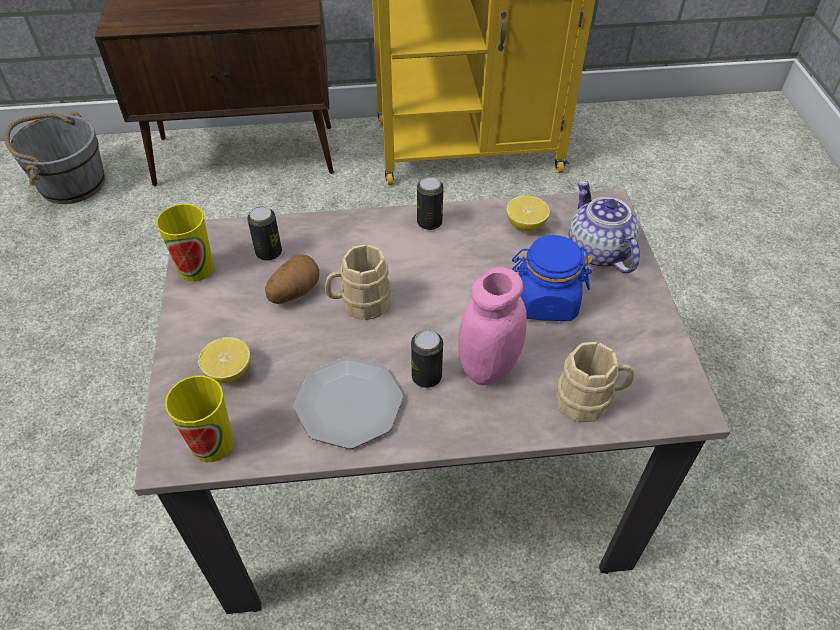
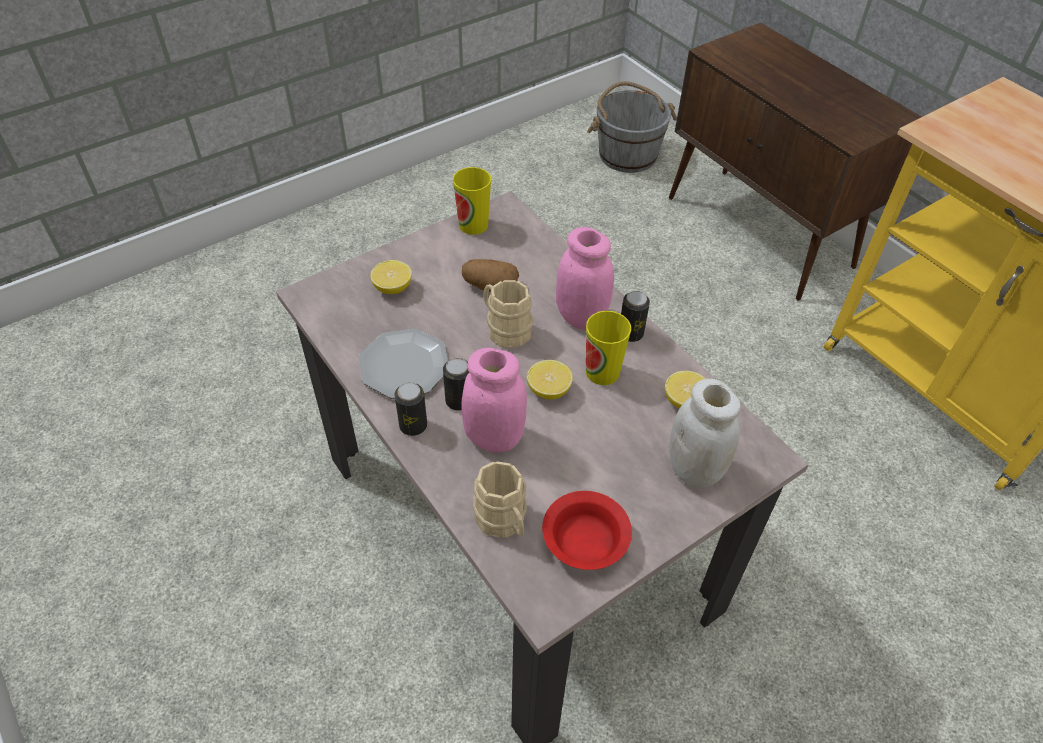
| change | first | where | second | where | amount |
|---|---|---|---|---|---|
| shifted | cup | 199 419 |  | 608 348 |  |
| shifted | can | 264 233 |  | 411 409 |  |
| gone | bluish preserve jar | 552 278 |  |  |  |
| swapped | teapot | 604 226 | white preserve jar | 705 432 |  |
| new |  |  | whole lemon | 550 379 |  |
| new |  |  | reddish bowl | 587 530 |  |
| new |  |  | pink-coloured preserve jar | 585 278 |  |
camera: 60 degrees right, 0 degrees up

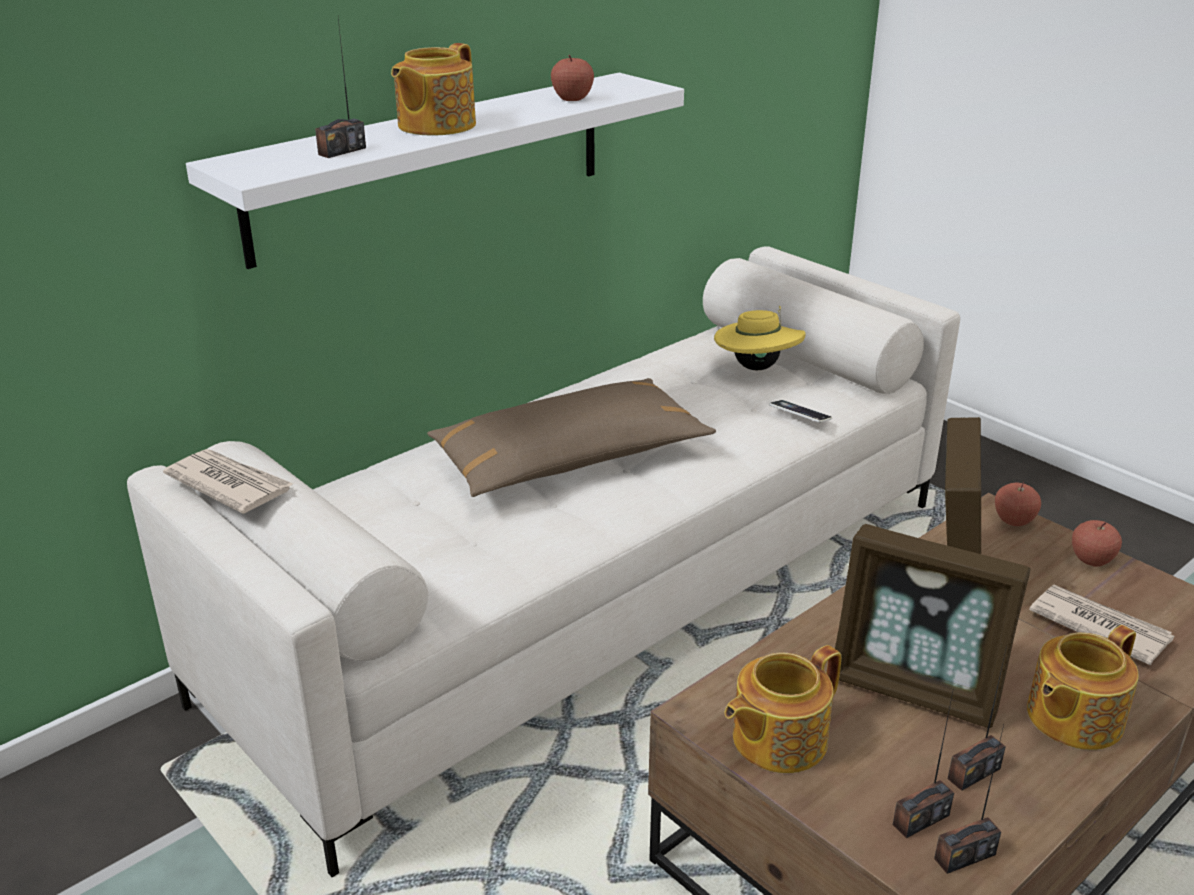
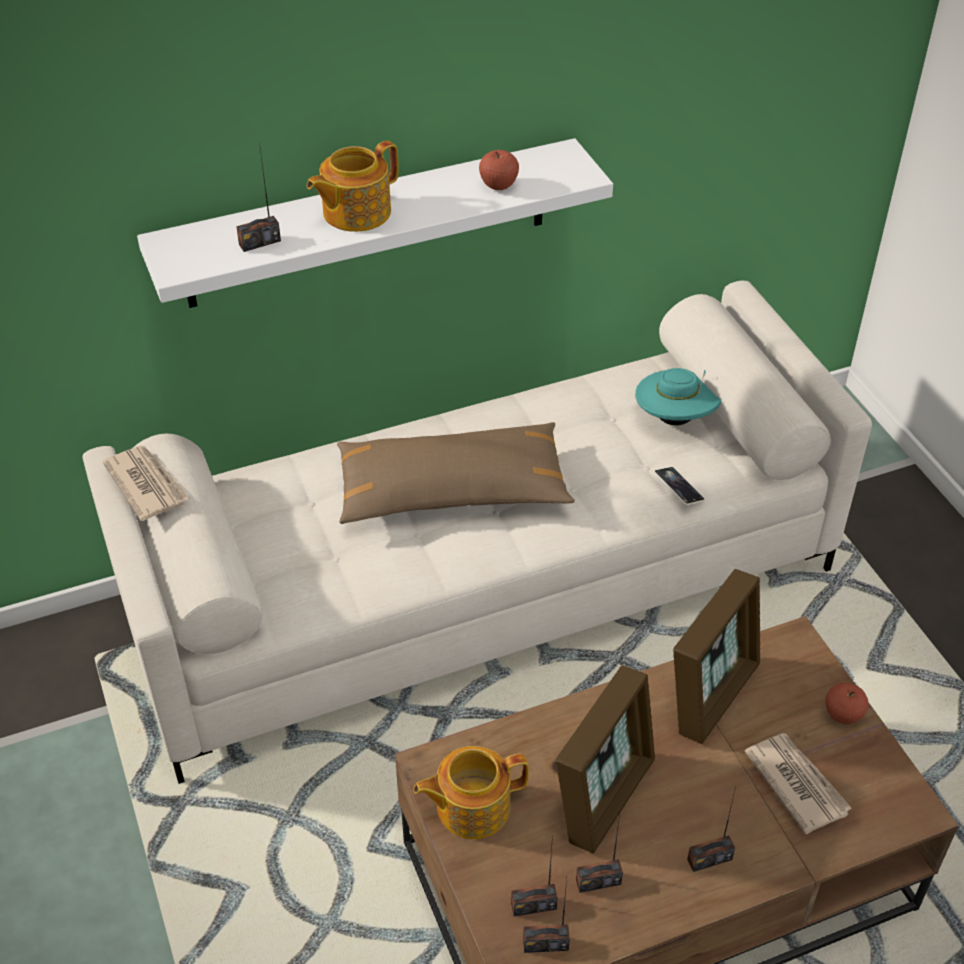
| change | first | where | second | where | amount |
|---|---|---|---|---|---|
| repainted | yellow clothing hat | 760 338 | turquoise clothing hat | 678 397 |  |
| rotated | standing frame | 933 626 |  | 605 759 | 105 degrees counterclockwise |
| gone | apple | 1018 504 |  |  |  |
| swapped | teapot | 1083 687 | radio set | 711 829 |  |
camera: 20 degrees right, 15 degrees up

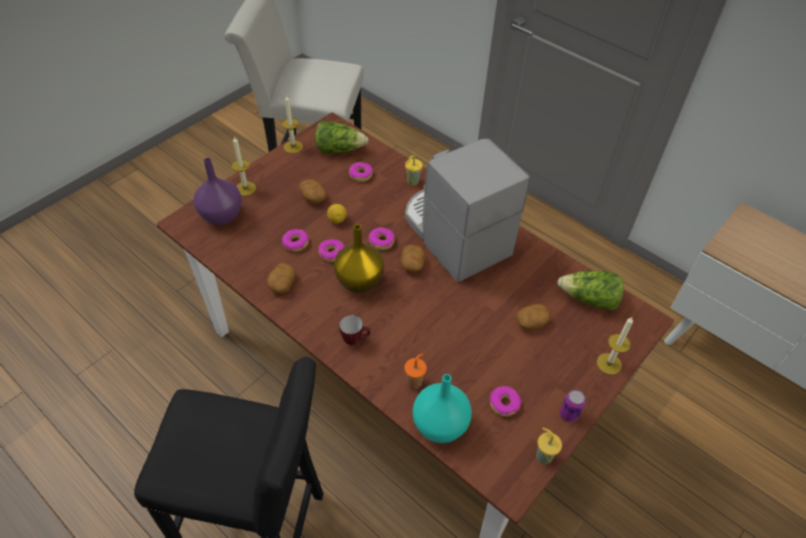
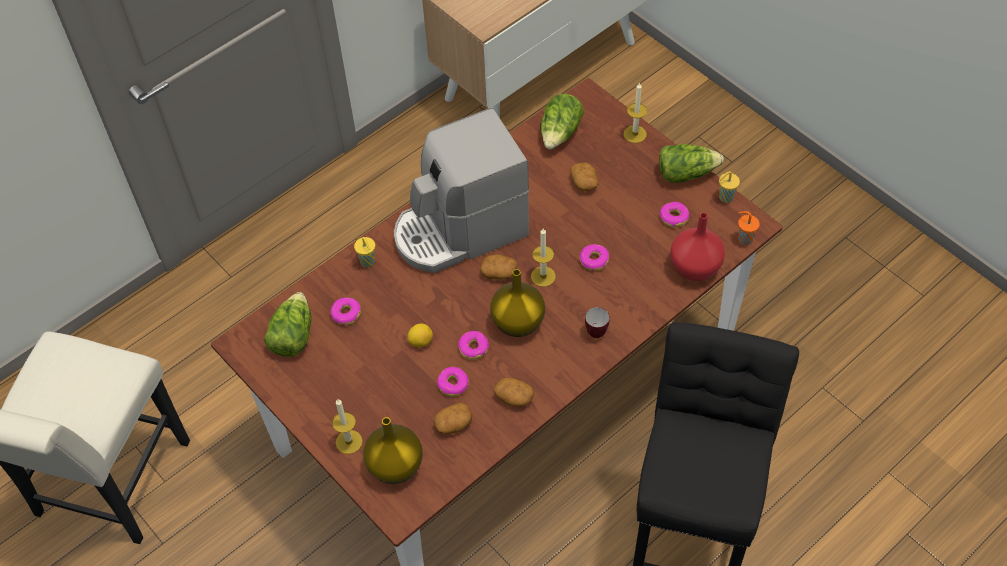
| change | first | where | second | where | amount |
|---|---|---|---|---|---|
| repainted | purple-coloured flower vase | 218 191 | yellow flower vase | 393 450 |  |
| shifted | candle | 292 124 |  | 543 257 |  |
| shifted | potato | 313 191 |  | 453 418 |  |
| shifted | doughnut | 381 238 |  | 594 257 |  |
| shifted | orange-coloured cup | 415 371 |  | 749 228 |  |
| repainted | turquoise flower vase | 442 408 | reddish flower vase | 697 246 |  |
| swapped | can | 573 406 | head of lettuce | 691 163 |  |
camera: 80 degrees left, 5 degrees up

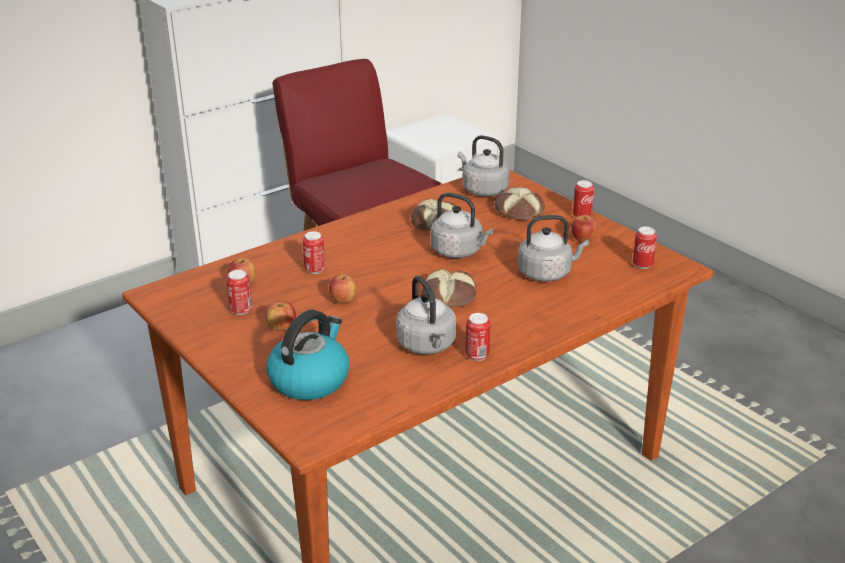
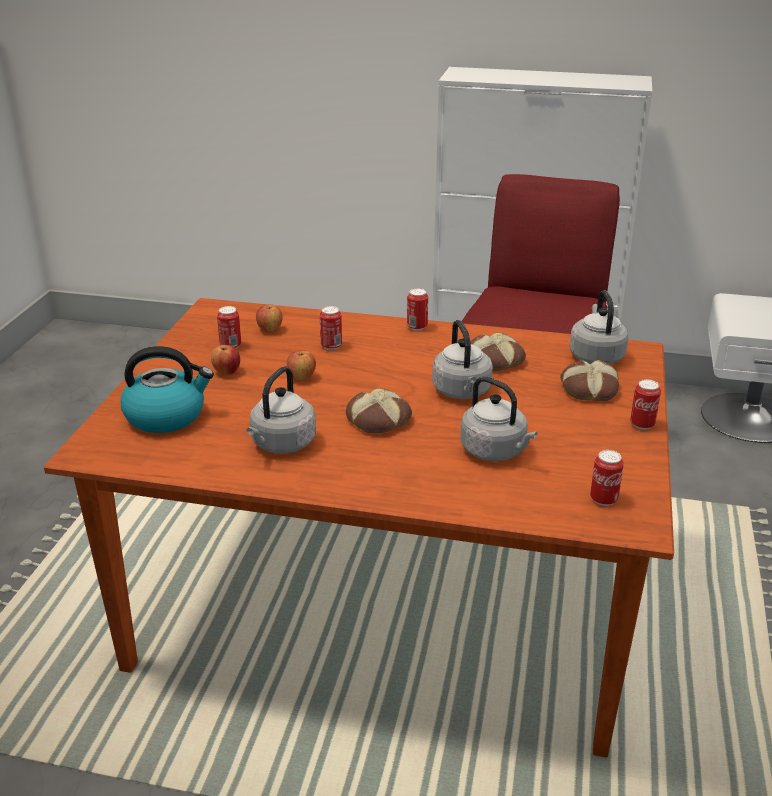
| change | first | where | second | where | amount |
|---|---|---|---|---|---|
| shifted | can | 478 337 |  | 417 309 |  |
| gone | apple | 584 228 |  |  |  |
camera: 50 degrees right, 0 degrees up

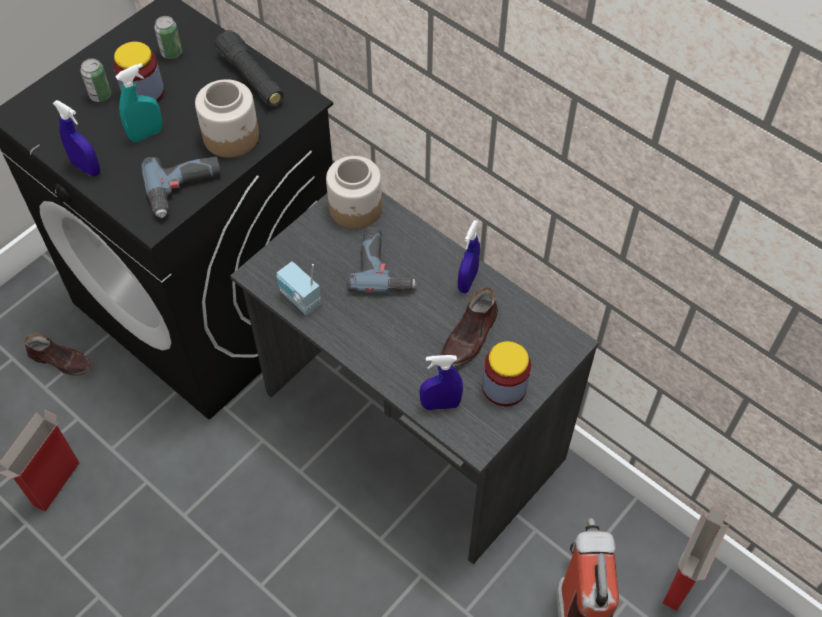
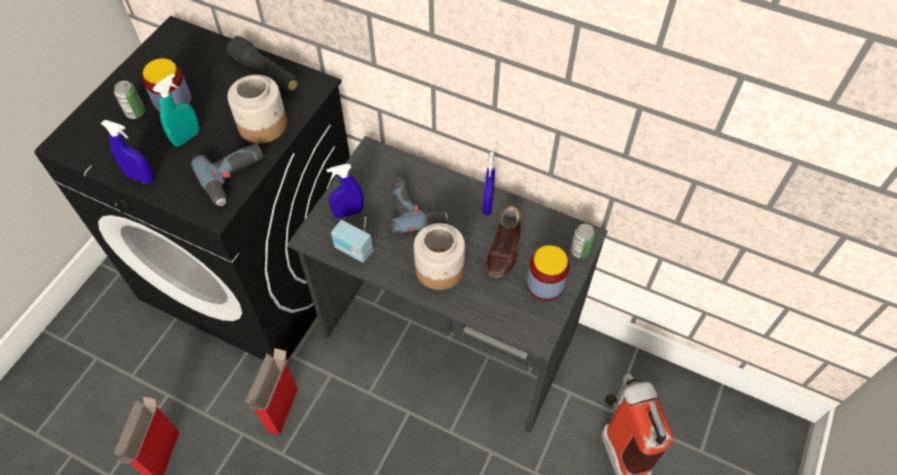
| change | first | where | second | where | amount |
|---|---|---|---|---|---|
| gone | brown-coloured low shoe | 58 354 |  |  |  |
| shifted | can | 168 37 |  | 583 241 |  |
| shifted | preserve jar | 354 192 |  | 439 256 |  |
| shifted | bluish spray bottle | 441 382 |  | 344 191 |  |
| shifted | packing box | 695 559 |  | 272 391 |  |
camera: 15 degrees left, 0 degrees up

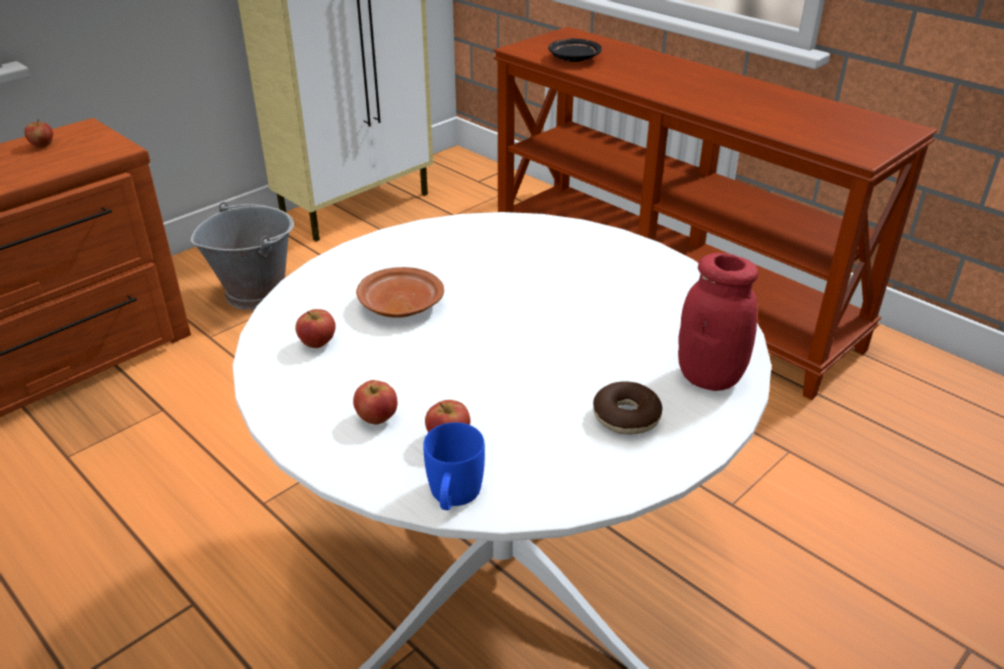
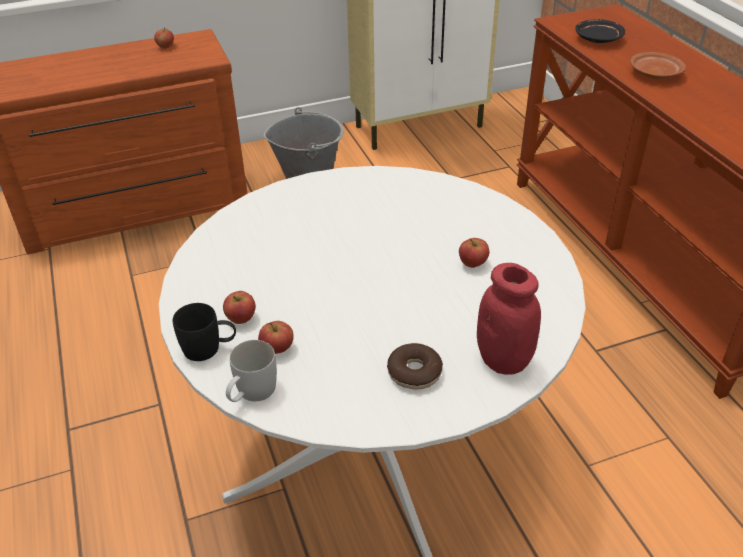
| change | first | where | second | where | amount |
|---|---|---|---|---|---|
| shifted | apple | 315 328 |  | 474 253 |  |
| shifted | brown-coloured dinner plate | 400 292 |  | 658 65 |  |
| repainted | bluish tea mug | 454 466 | white tea mug | 251 371 |  |
| new |  |  | black-coloured tea mug | 204 332 |  |
camera: 25 degrees right, 5 degrees up

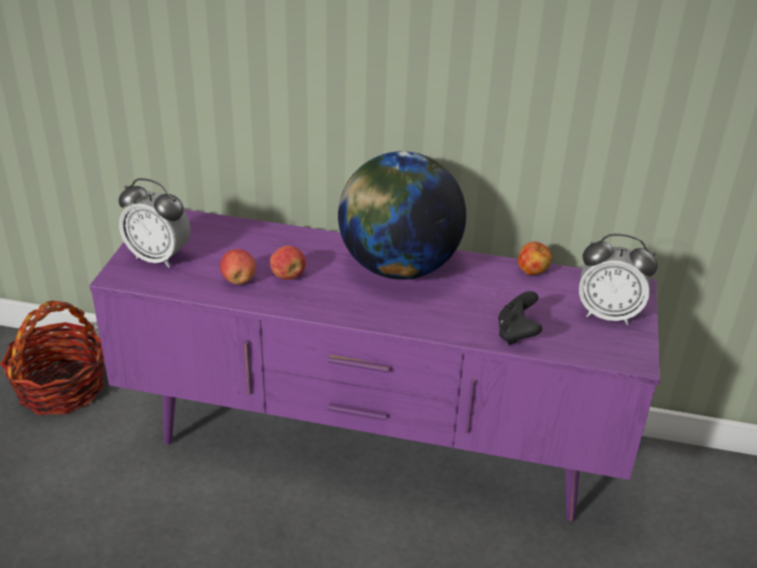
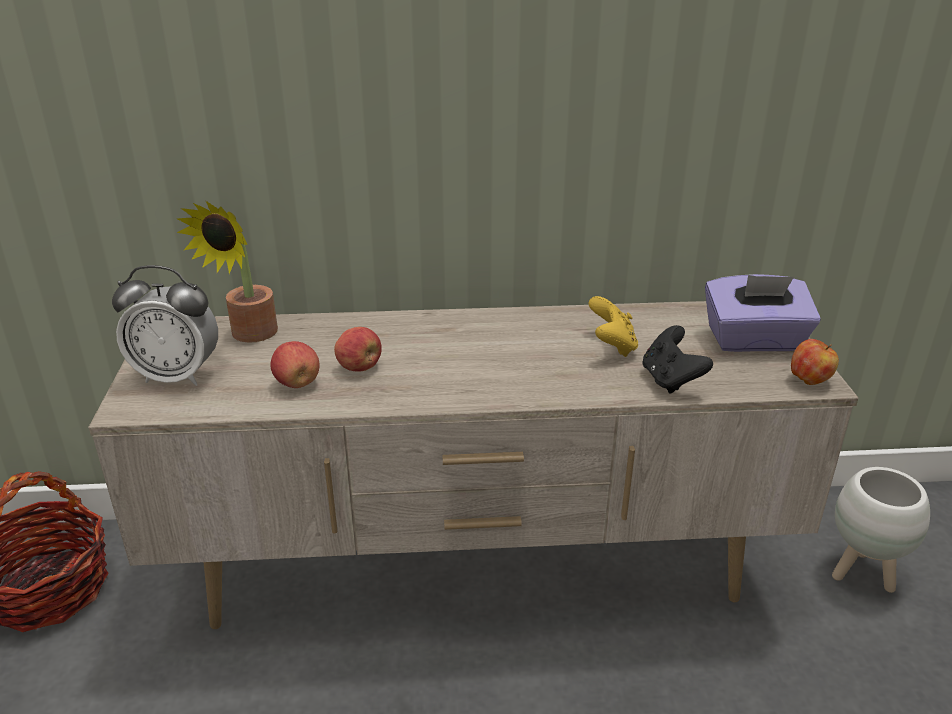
| change | first | where | second | where | amount |
|---|---|---|---|---|---|
| repainted | purple-coloured media console | 374 365 | beige media console | 473 465 |  |
| gone | globe | 402 215 |  |  |  |
| shifted | apple | 535 258 |  | 815 362 |  |
| swapped | table clock | 618 279 | purple-coloured tissue holder | 763 313 |  |
| new |  |  | potted plant | 227 272 |  |
| new |  |  | yellow joypad | 613 326 |  |
| new |  |  | white flower pot | 881 530 |  |
camera: 15 degrees left, 5 degrees down

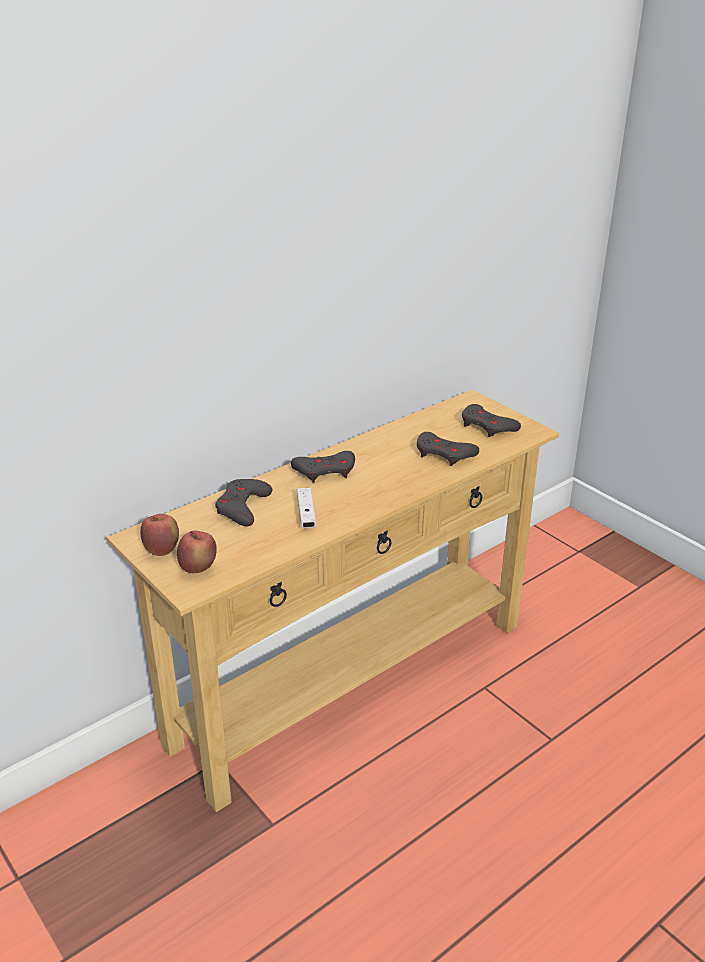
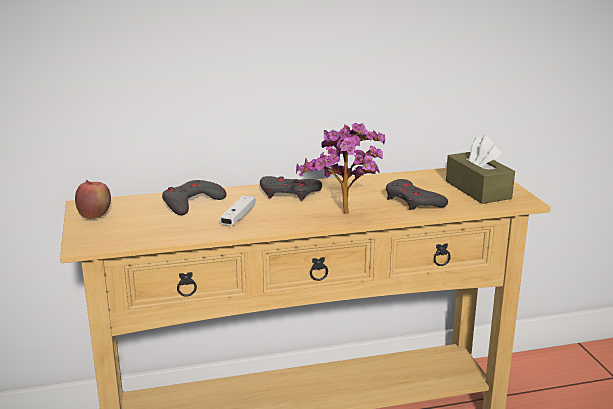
| change | first | where | second | where | amount |
|---|---|---|---|---|---|
| gone | apple | 197 552 |  |  |  |
| swapped | gray joypad | 491 420 | brown-coloured tissue holder | 480 169 |  |
| new |  |  | potted plant | 340 168 |  |
camera: 25 degrees right, 10 degrees down

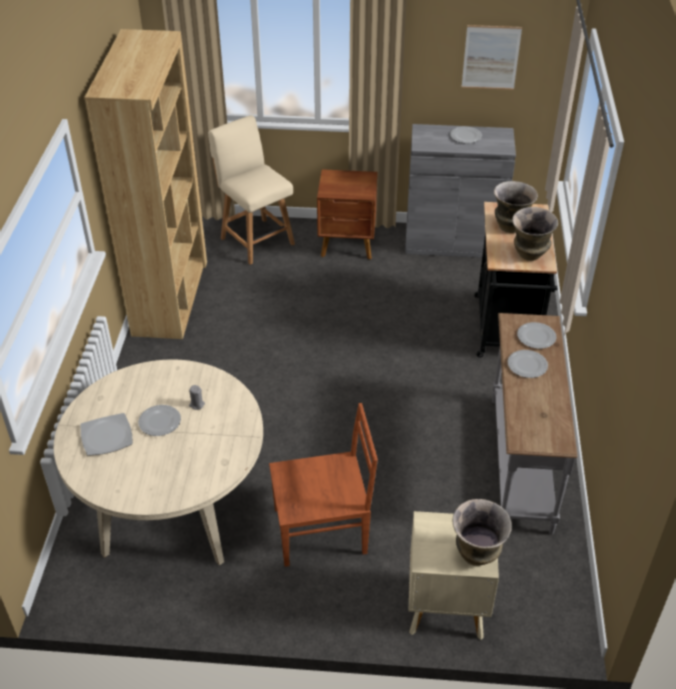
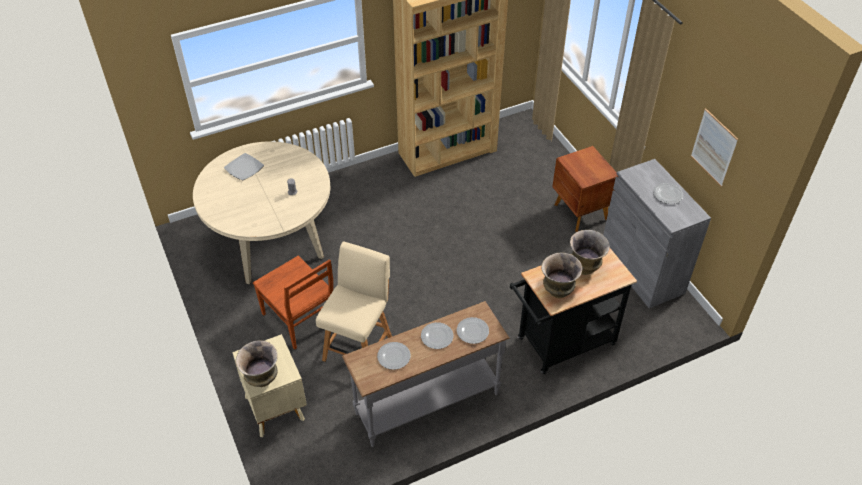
| change | first | where | second | where | amount |
|---|---|---|---|---|---|
| shifted | dinner plate | 159 420 |  | 394 356 |  |
| shifted | beige upright chair | 251 190 |  | 353 302 |  |
camera: 60 degrees right, 5 degrees up

